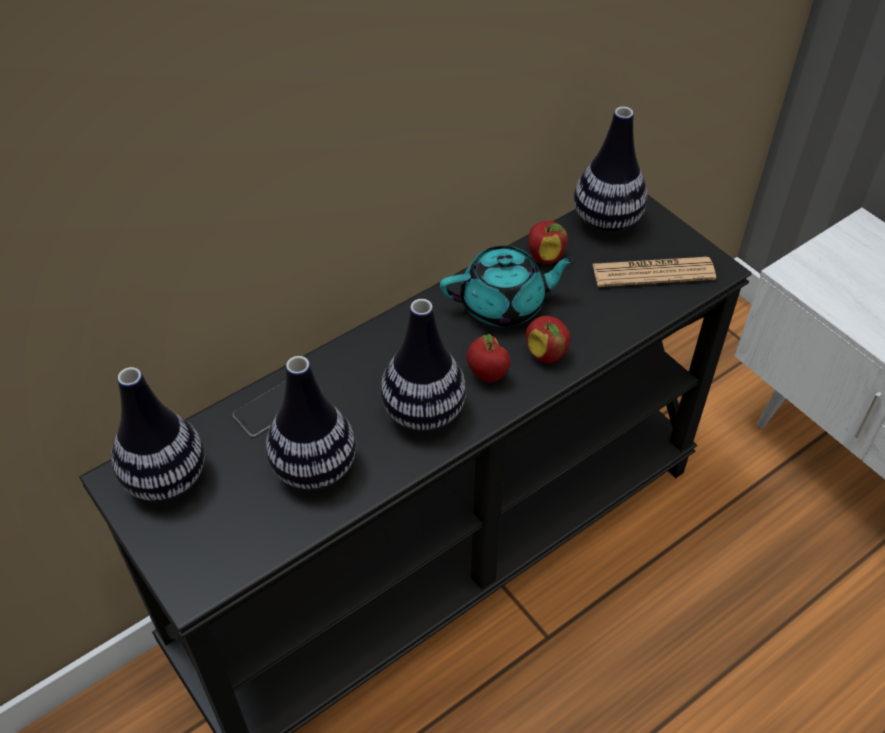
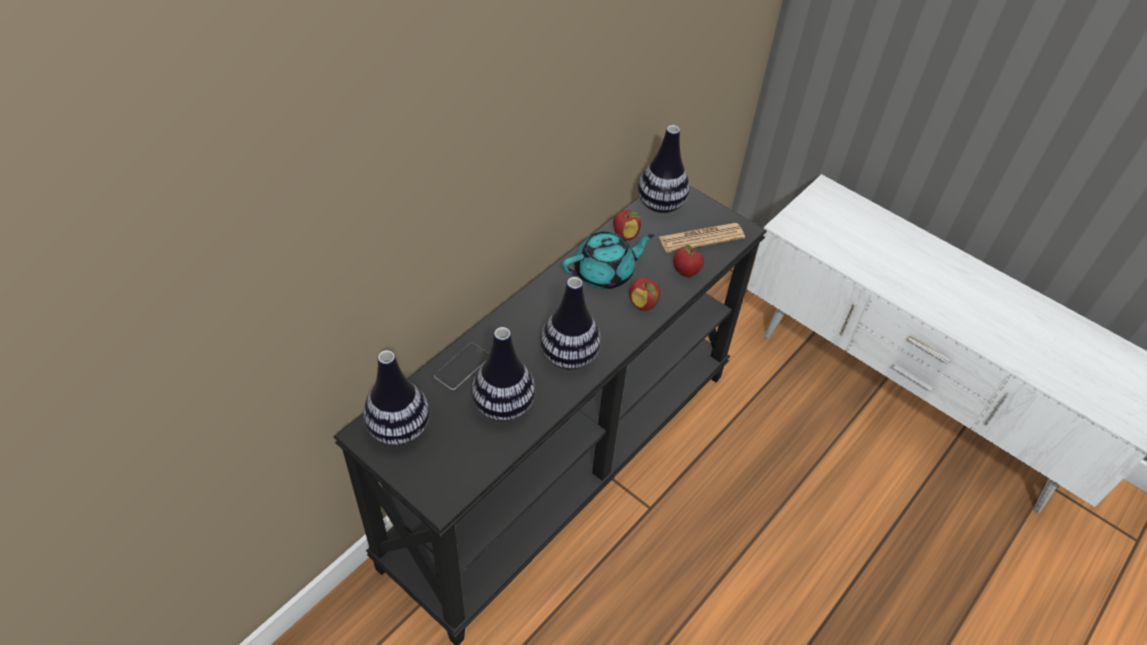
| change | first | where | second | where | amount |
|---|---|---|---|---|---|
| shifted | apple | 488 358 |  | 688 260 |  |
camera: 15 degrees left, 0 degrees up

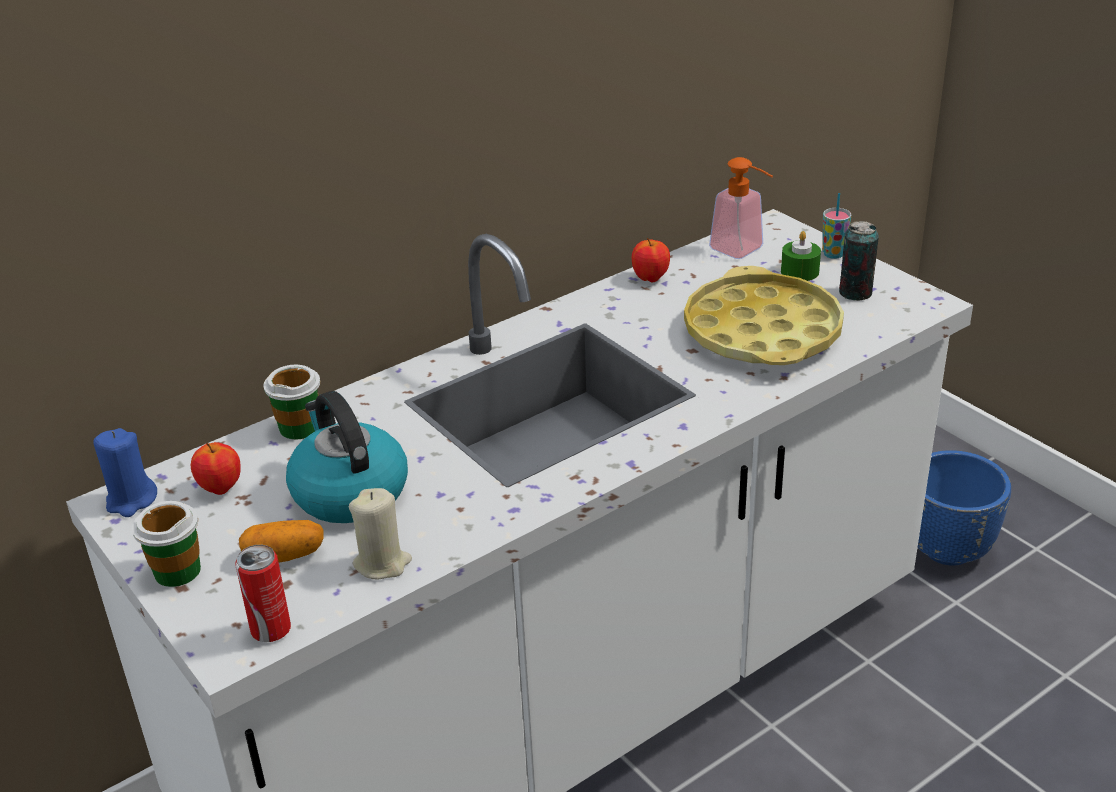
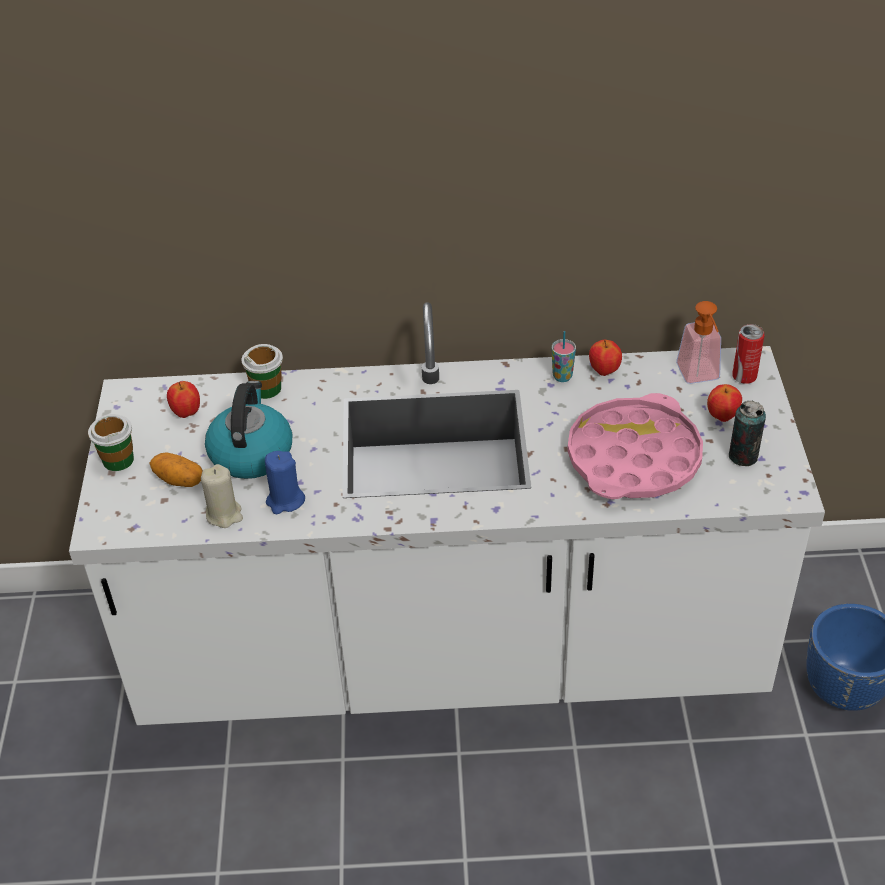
| change | first | where | second | where | amount |
|---|---|---|---|---|---|
| shifted | bluish candle | 125 472 |  | 285 482 |  |
| shifted | can | 263 593 |  | 748 354 |  |
| repainted | yellow serving tray | 764 315 | pink-coloured serving tray | 635 446 |  |
| swapped | greenish candle | 801 256 | apple | 724 403 |  |
| shifted | cup | 836 226 |  | 564 356 |  |
camera: 35 degrees right, 10 degrees up

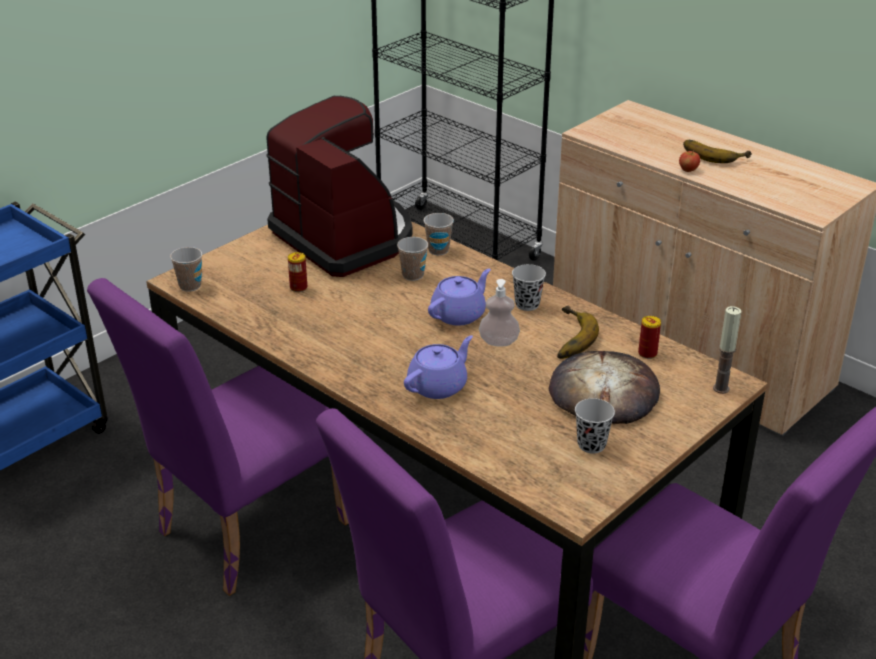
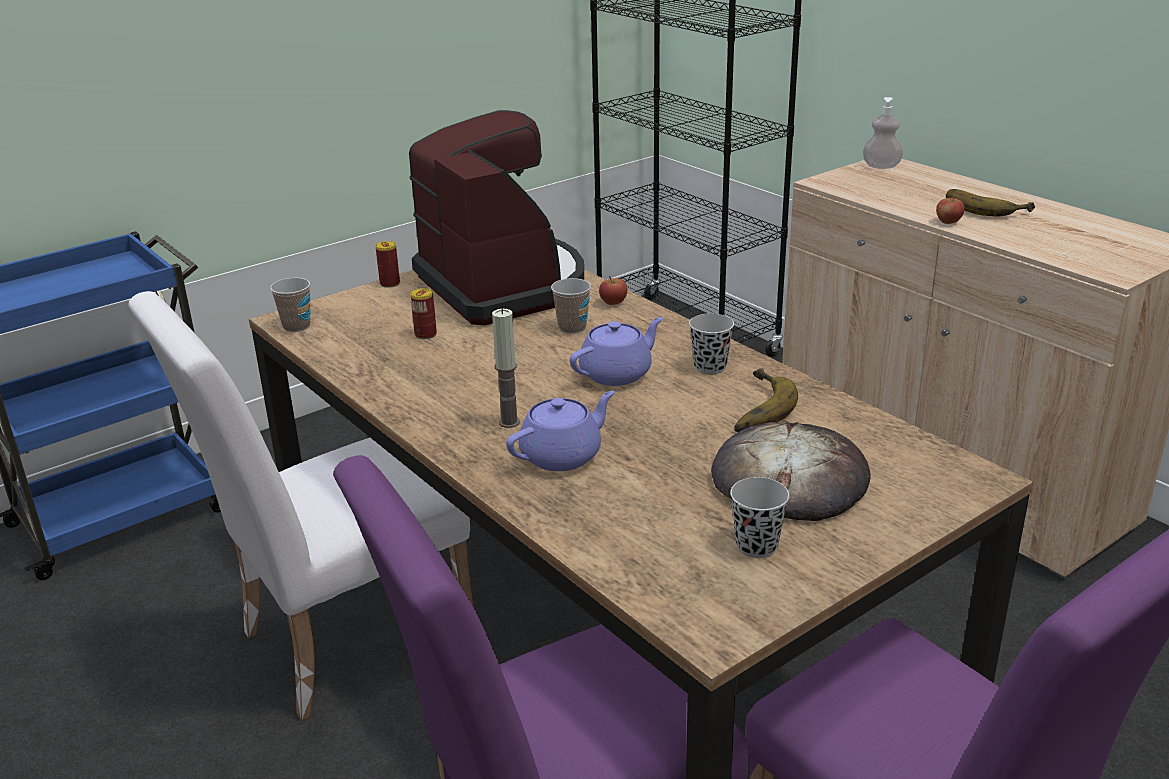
| change | first | where | second | where | amount |
|---|---|---|---|---|---|
| repainted | purple-coloured upright chair | 218 437 | white upright chair | 301 506 |  |
| swapped | cup | 439 234 | apple | 613 290 |  |
| shifted | soap dispenser | 499 313 |  | 883 133 |  |
| shifted | can | 649 337 |  | 387 264 |  |
| shifted | candle | 727 350 |  | 506 368 |  |
camera: 10 degrees right, 5 degrees down

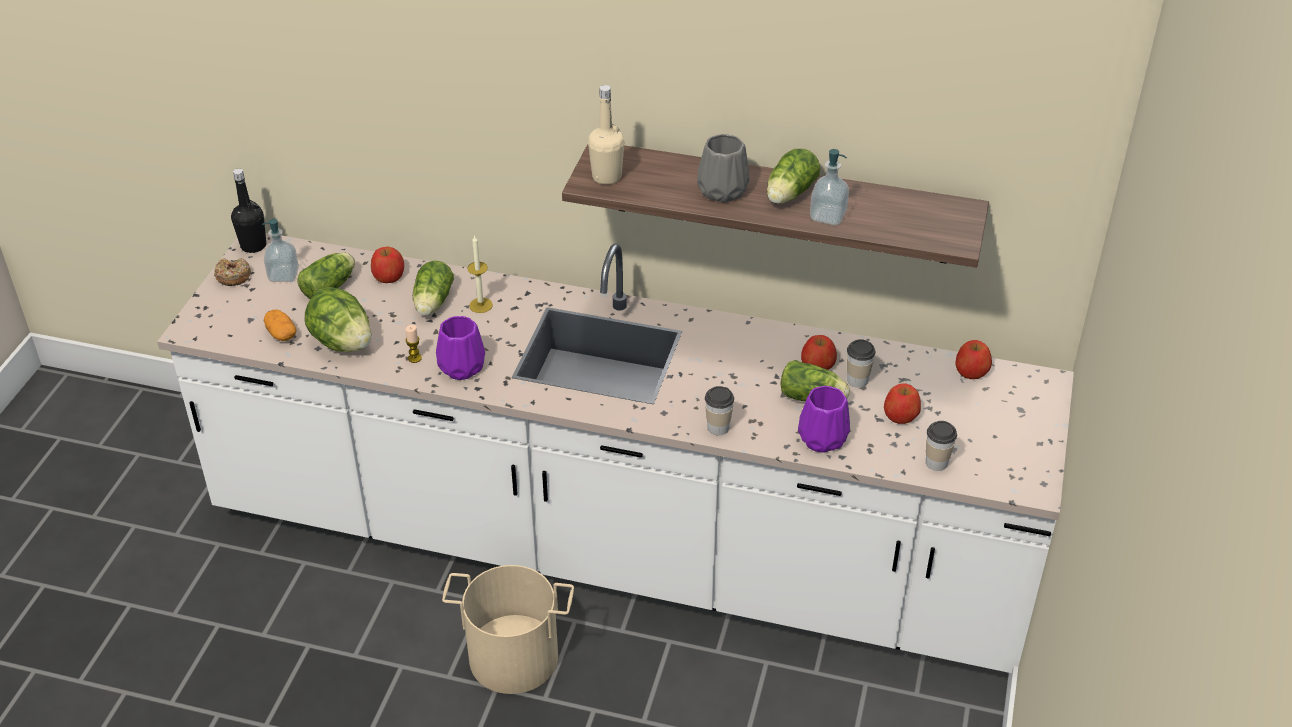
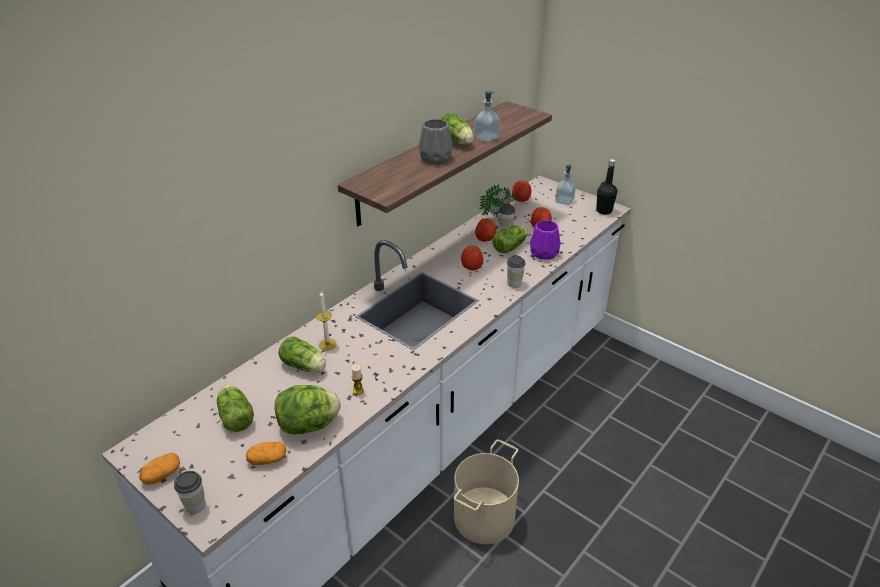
| change | first | where | second | where | amount |
|---|---|---|---|---|---|
| swapped | doughnut | 232 272 | potato | 159 469 |  |
| shifted | black-coloured bottle | 248 210 |  | 606 187 |  |
| shifted | soap dispenser | 280 250 |  | 565 185 |  |
| shifted | apple | 387 265 |  | 472 258 |  |
| gone | purple-coloured flower vase | 460 348 |  |  |  |
| gone | beige bottle | 606 135 |  |  |  |
| shifted | cup | 941 446 |  | 190 492 |  |
| new |  |  | potted plant | 498 200 |  |
camera: 65 degrees left, 5 degrees down

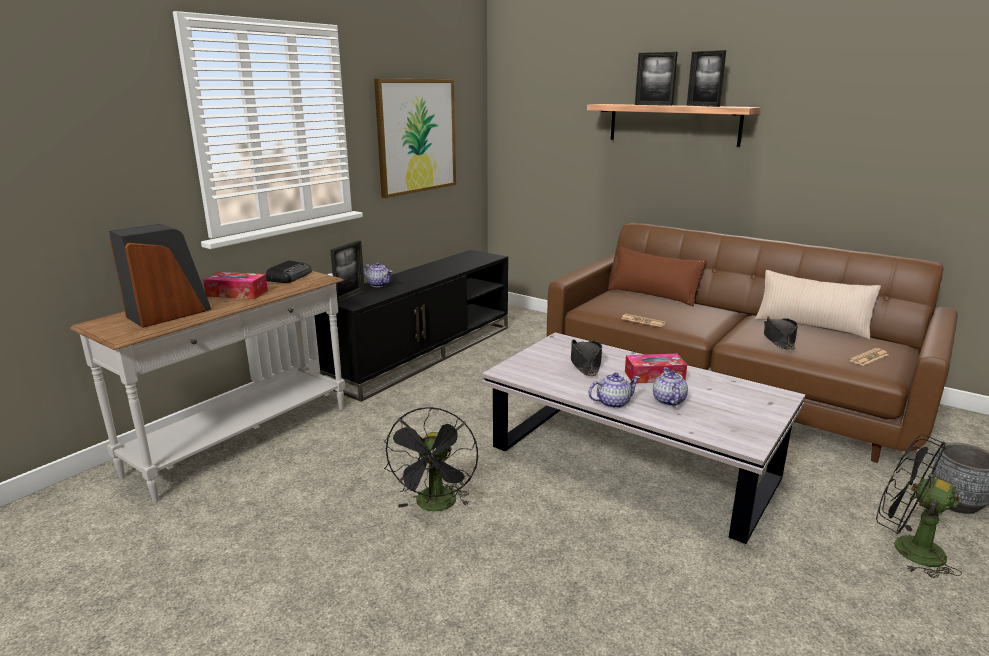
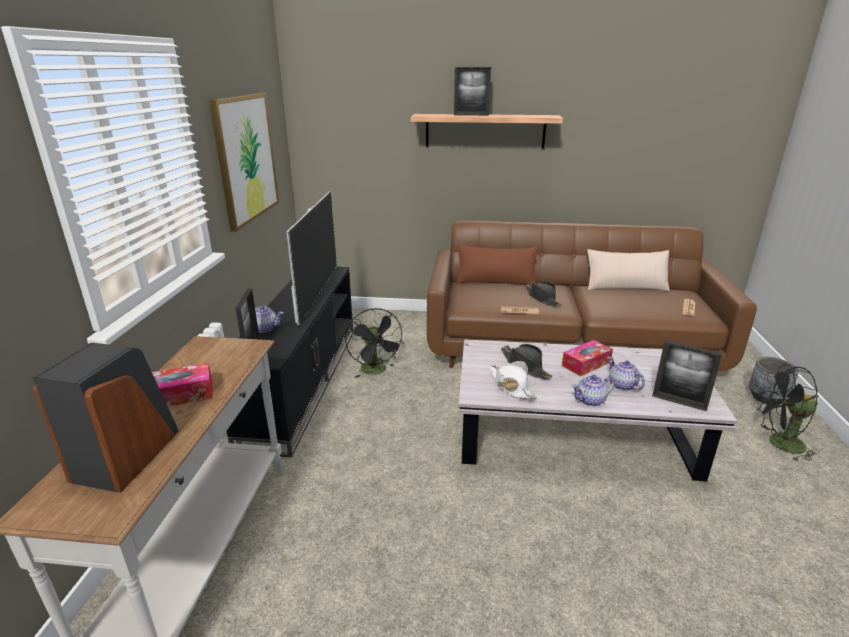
| change | first | where | second | where | amount |
|---|---|---|---|---|---|
| gone | radio set | 289 271 |  |  |  |
| shifted | black-coloured cooling fan | 431 459 |  | 374 343 |  |
| rotated | teapot | 614 390 |  | 593 390 | 150 degrees counterclockwise |
| shifted | standing frame | 706 78 |  | 687 375 |  |
| shifted | black-coloured clothing hat | 781 333 |  | 543 294 |  |
| new |  |  | TV | 312 258 |  |
| new |  |  | white clothing hat | 513 380 |  |
camera: 30 degrees left, 5 degrees up

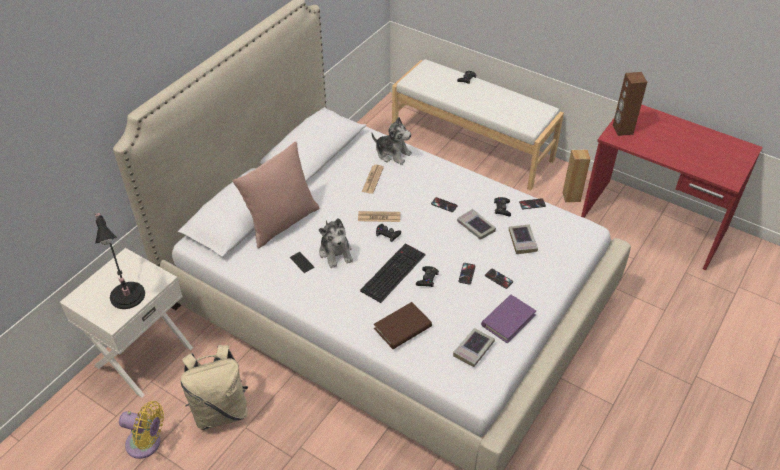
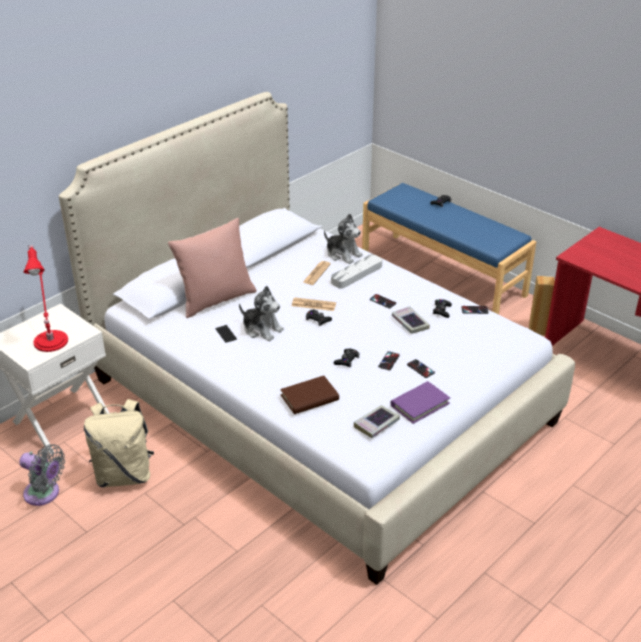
| change | first | where | second | where | amount |
|---|---|---|---|---|---|
| repainted | black-coloured lamp for a table | 119 261 | reddish lamp for a table | 46 298 |  |
| repainted | yellow cooling fan | 141 430 | gray cooling fan | 42 475 |  |
| rotated | soft toy | 336 243 |  | 261 313 | 45 degrees counterclockwise |
| gone | computer keyboard | 392 273 |  |  |  |
| repainted | white indoor bench | 478 125 | bluish indoor bench | 449 249 |  |
| gone | volume | 523 239 |  |  |  |
| gone | brown-coloured speaker | 630 104 |  |  |  |
| new |  |  | gray serving tray | 356 271 |  |
camera: 10 degrees right, 10 degrees down

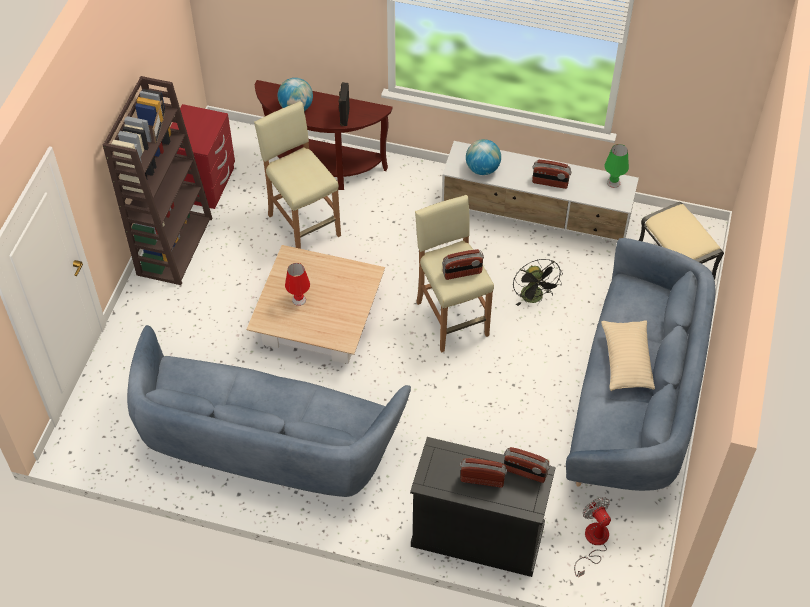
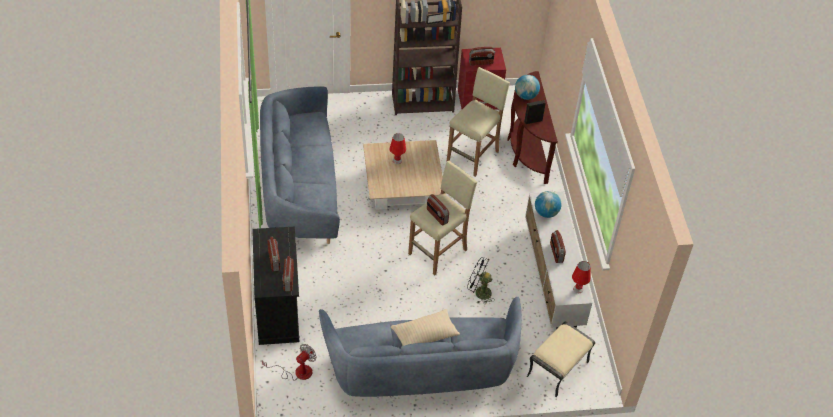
| change | first | where | second | where | amount |
|---|---|---|---|---|---|
| rotated | black-coloured cooling fan | 538 282 |  | 481 280 | 60 degrees clockwise |
| repainted | greenish lamp for a table | 617 166 | reddish lamp for a table | 581 277 |  |
| new |  |  | radio set | 482 56 |  |
camera: 65 degrees right, 5 degrees down

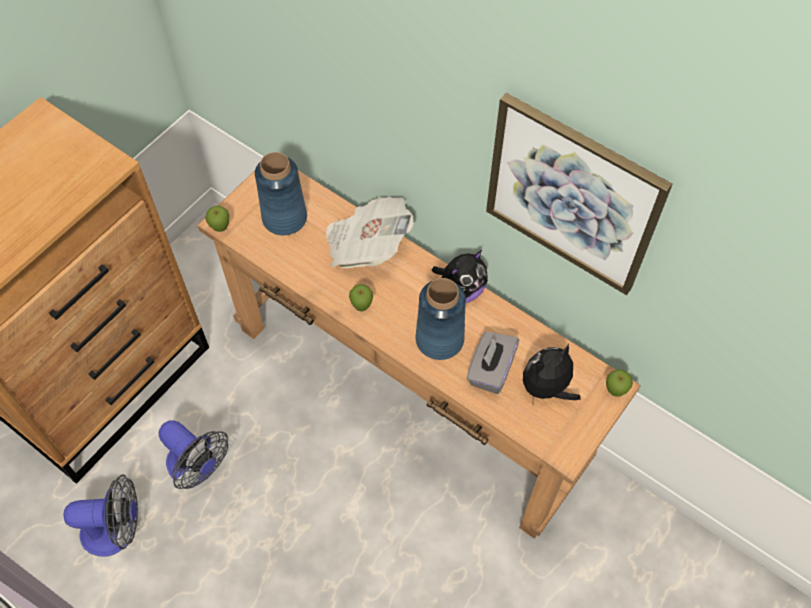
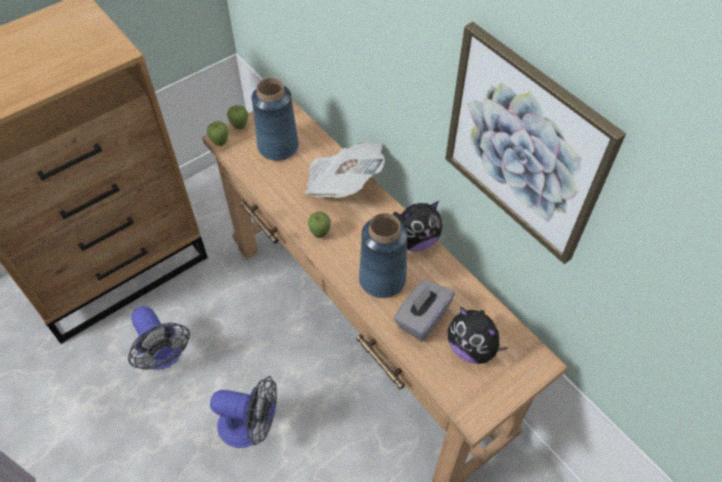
| change | first | where | second | where | amount |
|---|---|---|---|---|---|
| shifted | cooling fan | 100 515 |  | 243 412 |  |
| rotated | soft toy | 552 372 |  | 478 335 | 120 degrees counterclockwise |
| shifted | apple | 619 383 |  | 237 117 |  |
camera: 15 degrees right, 5 degrees down

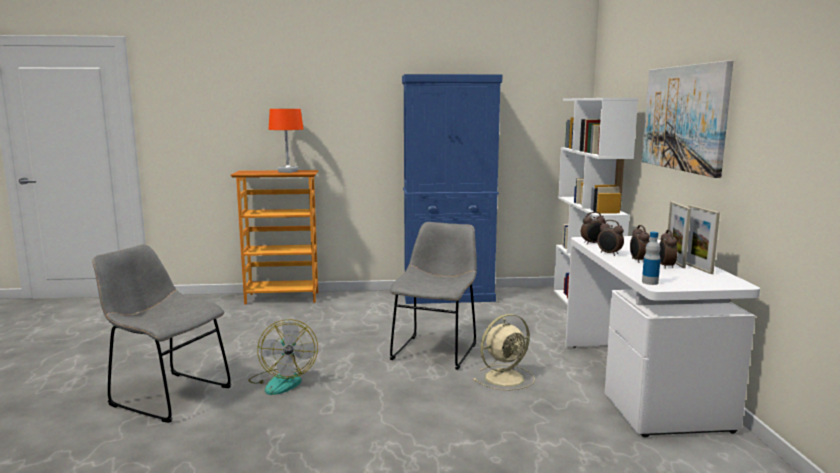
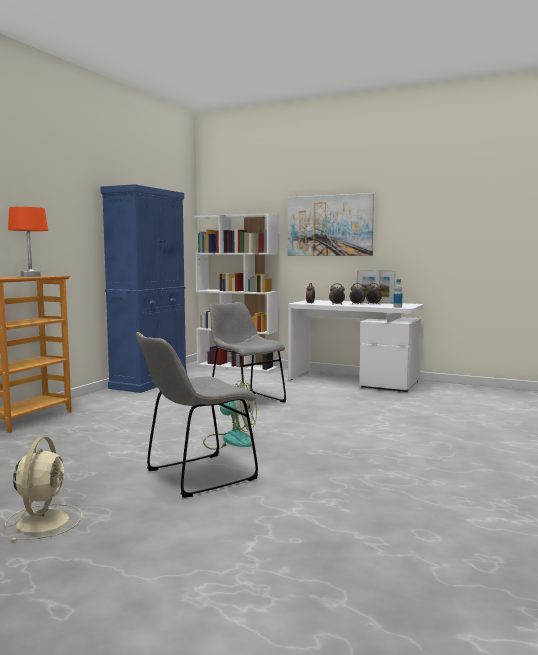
| change | first | where | second | where | amount |
|---|---|---|---|---|---|
| shifted | beige cooling fan | 504 352 |  | 43 489 |  |
camera: 60 degrees left, 5 degrees down

